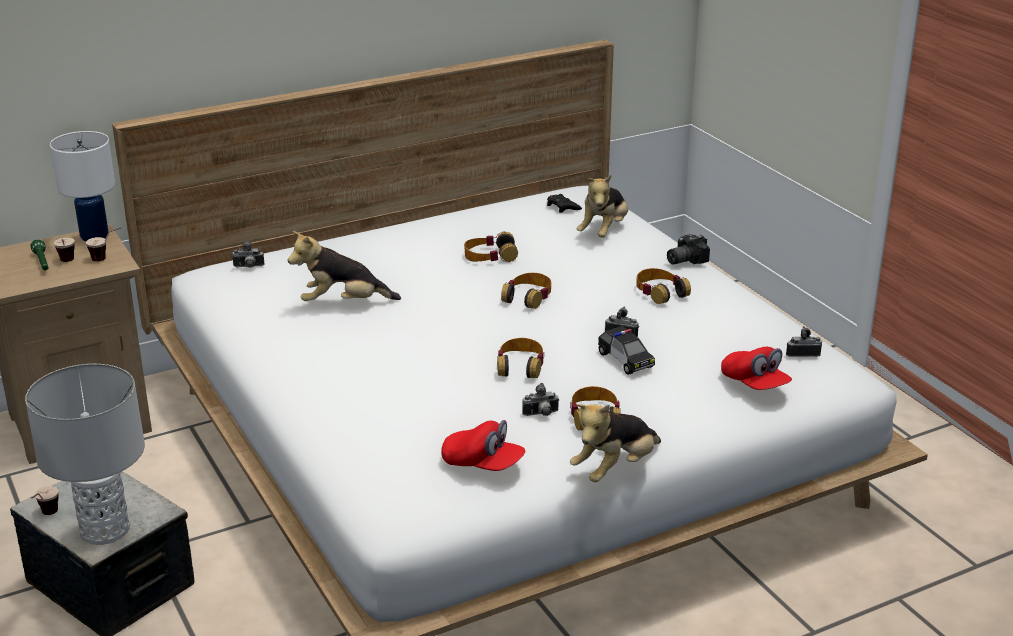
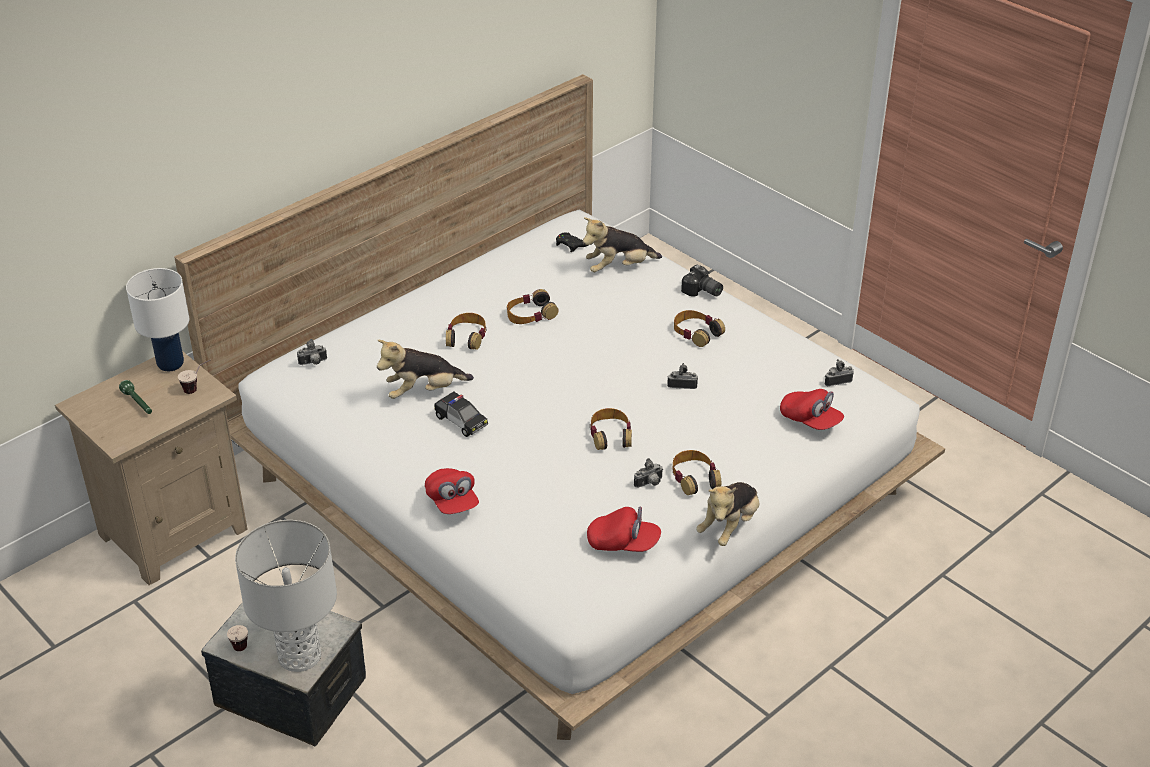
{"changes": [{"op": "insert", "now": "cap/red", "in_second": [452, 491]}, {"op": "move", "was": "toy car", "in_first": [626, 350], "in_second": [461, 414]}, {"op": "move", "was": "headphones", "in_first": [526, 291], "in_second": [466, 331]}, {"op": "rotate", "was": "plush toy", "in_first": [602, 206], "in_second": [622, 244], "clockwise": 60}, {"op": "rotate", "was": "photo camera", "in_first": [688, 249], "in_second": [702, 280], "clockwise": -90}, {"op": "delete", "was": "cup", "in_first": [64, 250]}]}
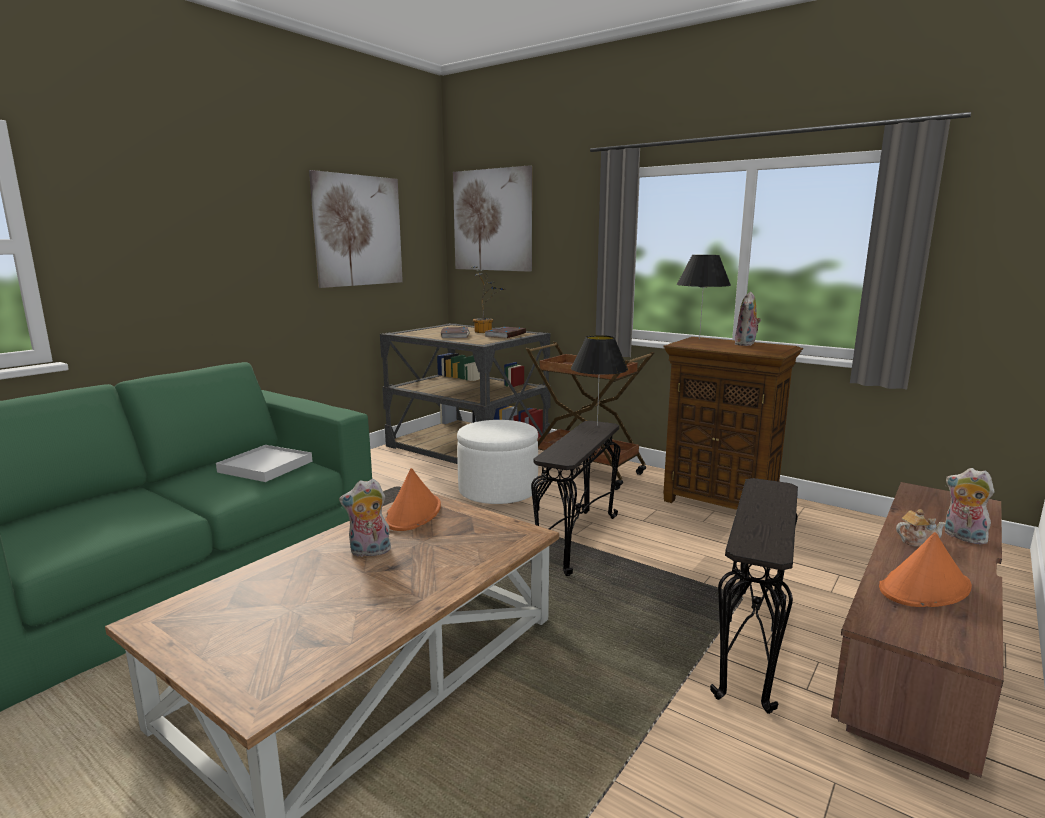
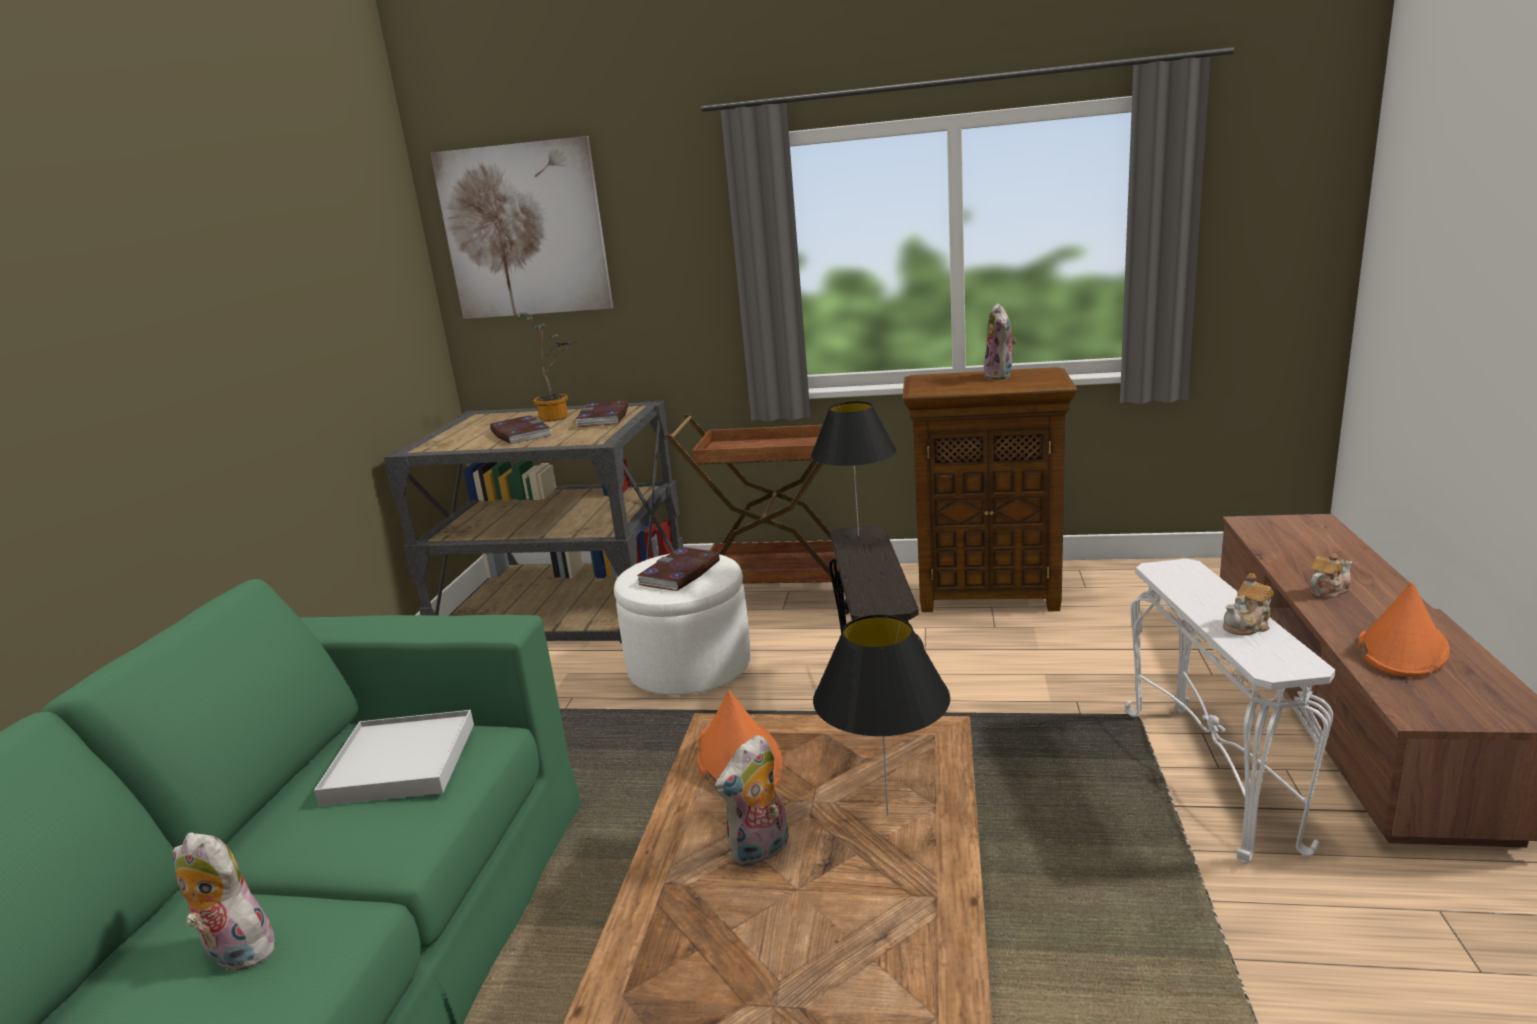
{"changes": [{"op": "move", "was": "plush toy", "in_first": [970, 506], "in_second": [224, 901]}, {"op": "insert", "now": "book", "in_second": [678, 569]}, {"op": "move", "was": "table lamp/black", "in_first": [704, 297], "in_second": [881, 715]}, {"op": "recolor", "was": "side table/black", "now": "side table/white", "in_first": [754, 596], "in_second": [1230, 711]}, {"op": "insert", "now": "teapot", "in_second": [1248, 604]}, {"op": "delete", "was": "picture", "in_first": [356, 229]}]}
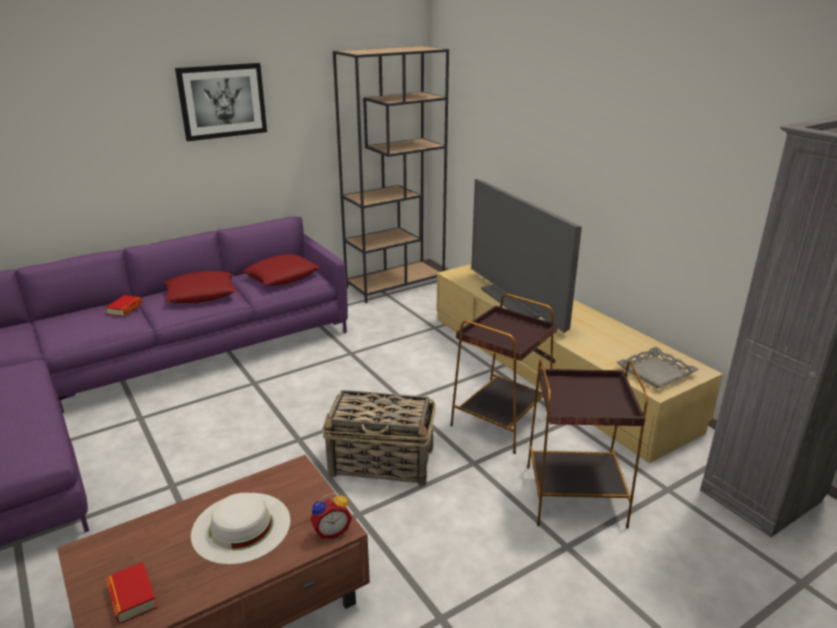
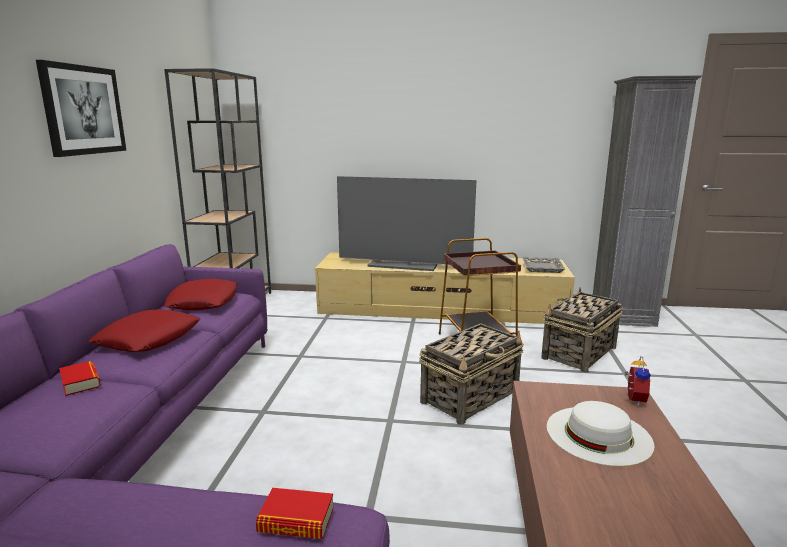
{"changes": [{"op": "move", "was": "book", "in_first": [132, 592], "in_second": [295, 513]}, {"op": "replace", "was": "side table/brown", "now": "basket", "in_first": [587, 444], "in_second": [582, 330]}]}
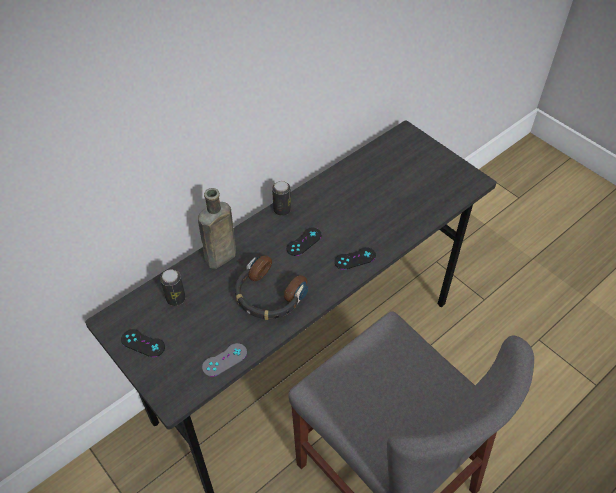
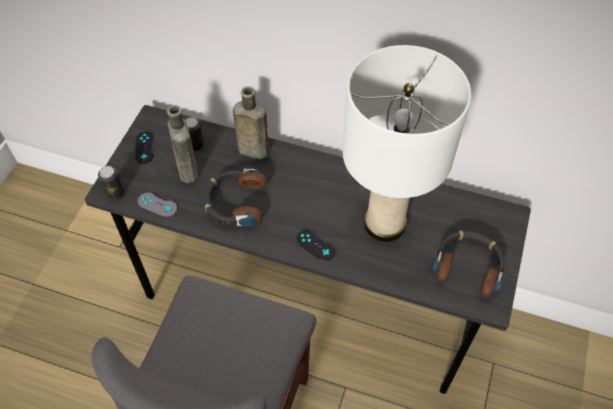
{"changes": [{"op": "move", "was": "can", "in_first": [281, 198], "in_second": [111, 183]}, {"op": "insert", "now": "bottle/brown", "in_second": [182, 144]}, {"op": "insert", "now": "table lamp/white", "in_second": [406, 143]}, {"op": "insert", "now": "headphones", "in_second": [468, 263]}, {"op": "delete", "was": "game controller/black", "in_first": [304, 242]}]}
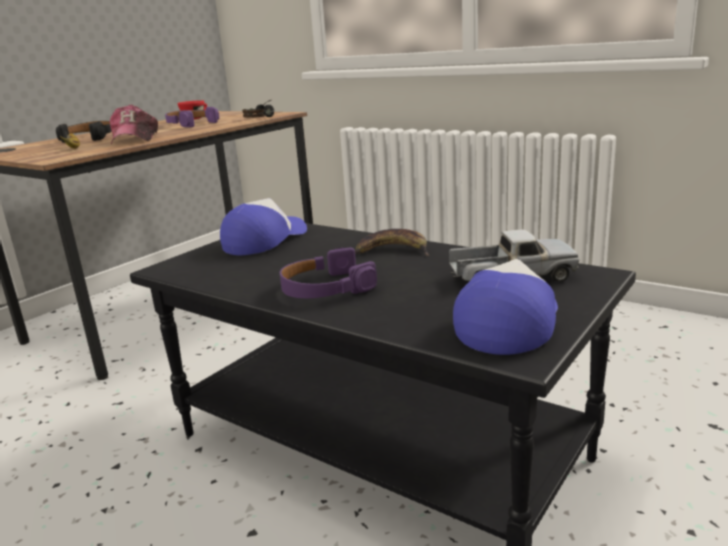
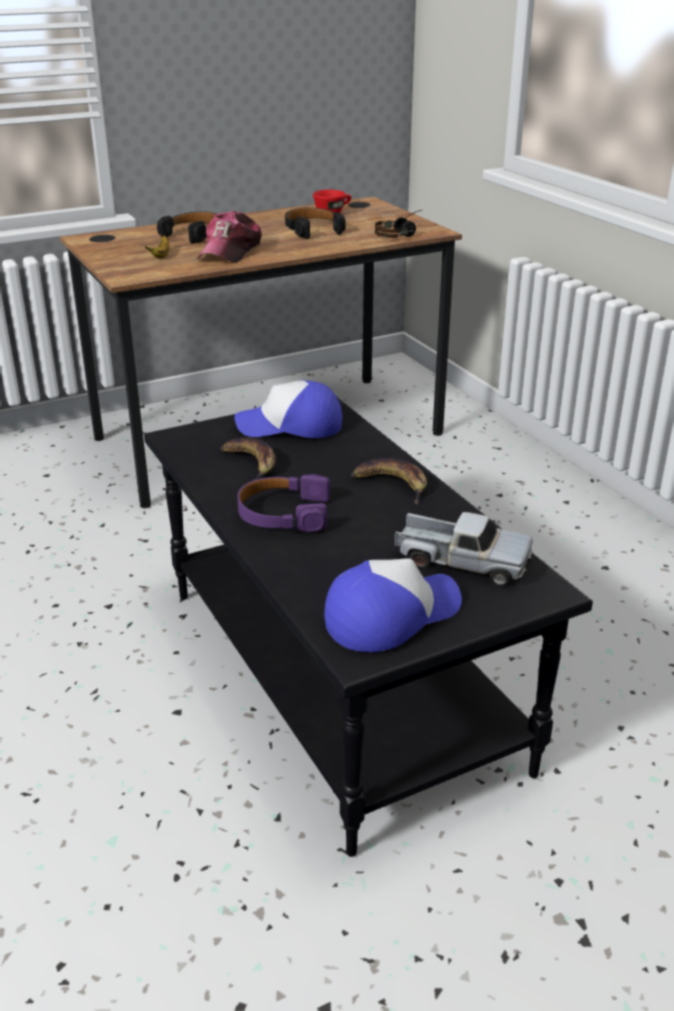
{"changes": [{"op": "insert", "now": "banana", "in_second": [248, 459]}, {"op": "rotate", "was": "cap", "in_first": [263, 226], "in_second": [288, 409], "clockwise": -150}, {"op": "recolor", "was": "headphones/purple", "now": "headphones/black", "in_first": [192, 117], "in_second": [315, 223]}]}
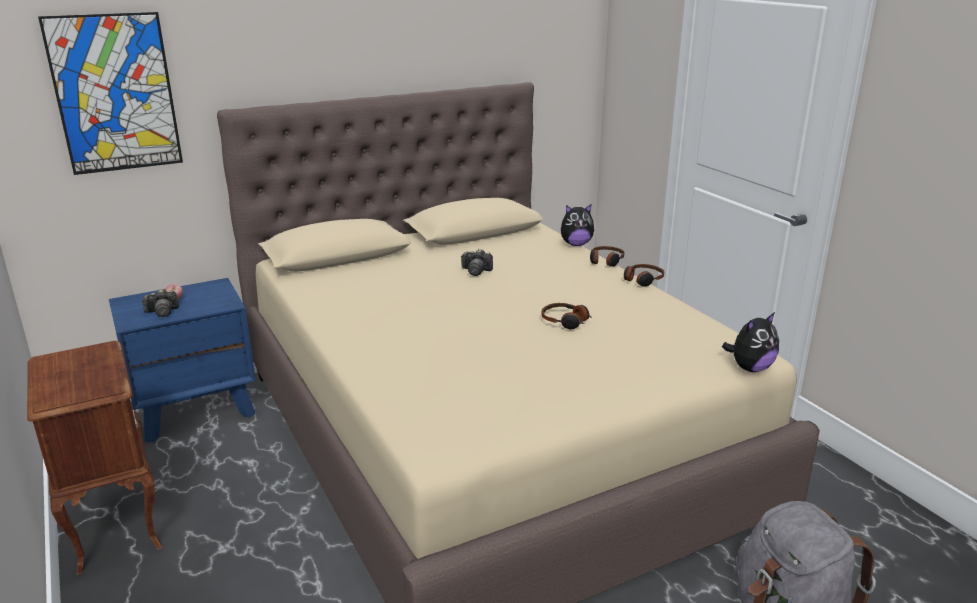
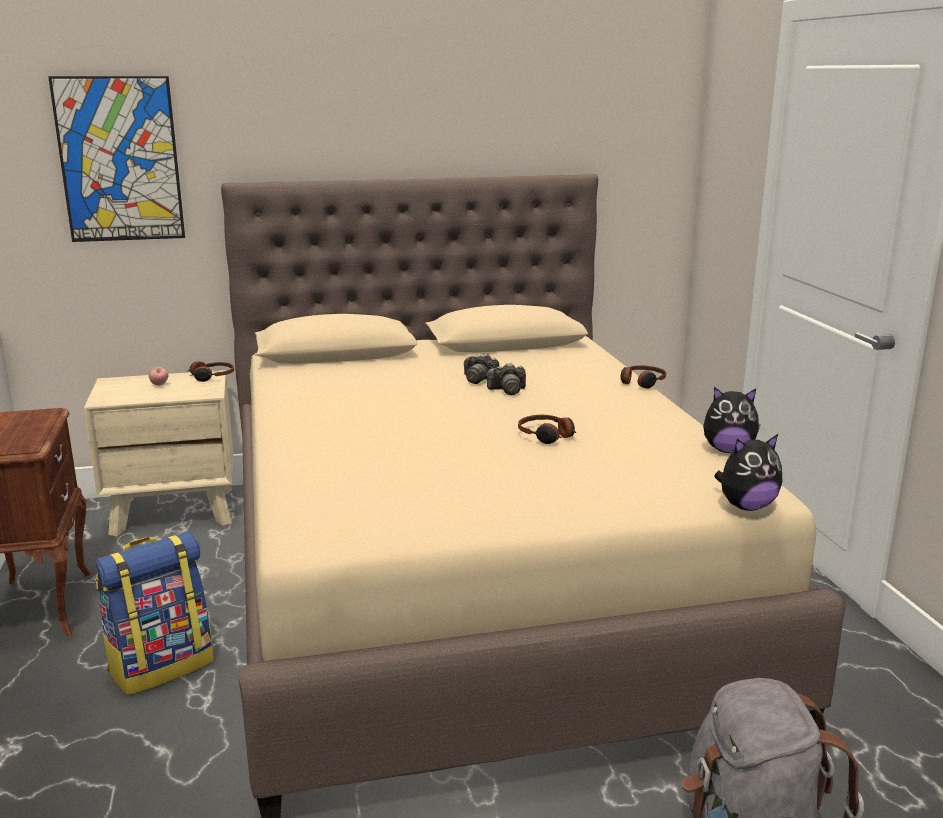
{"changes": [{"op": "recolor", "was": "nightstand/blue", "now": "nightstand/beige", "in_first": [182, 360], "in_second": [158, 453]}, {"op": "insert", "now": "backpack", "in_second": [154, 613]}, {"op": "move", "was": "headphones", "in_first": [644, 275], "in_second": [210, 371]}, {"op": "move", "was": "photo camera", "in_first": [160, 303], "in_second": [506, 379]}, {"op": "move", "was": "plush toy", "in_first": [577, 225], "in_second": [732, 420]}]}
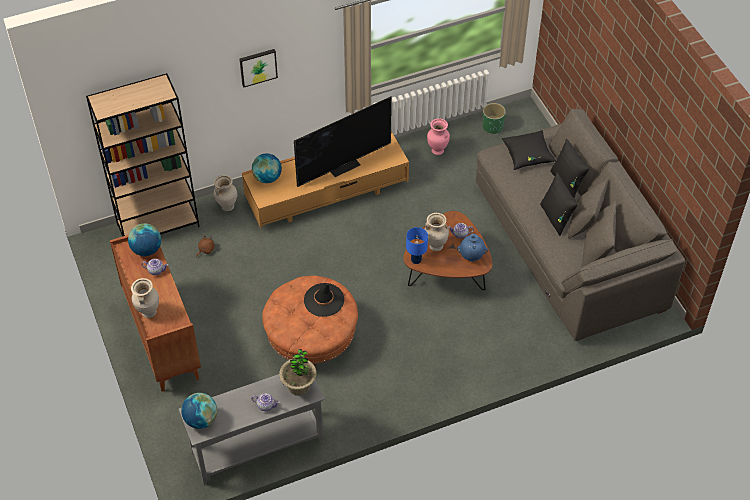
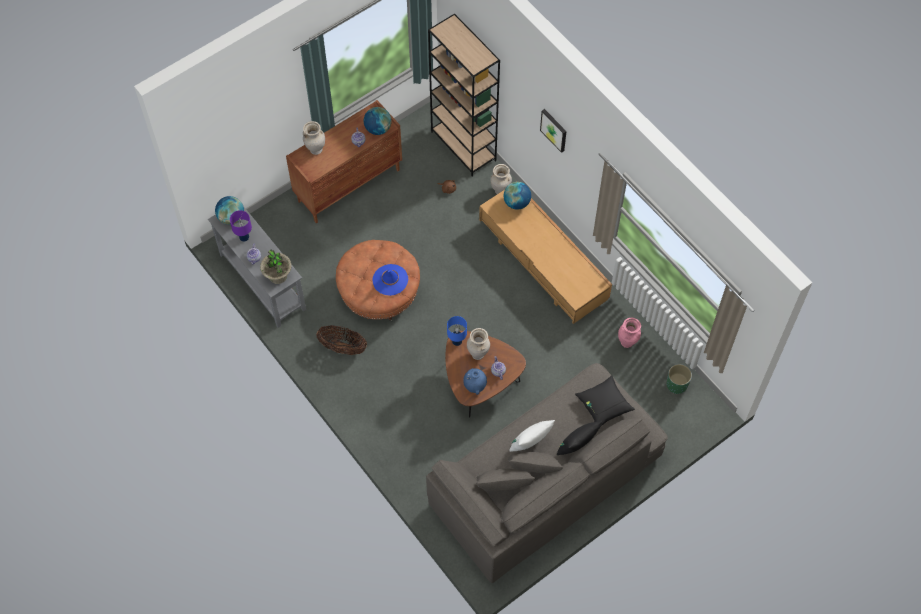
{"changes": [{"op": "insert", "now": "table lamp/purple", "in_second": [241, 226]}, {"op": "insert", "now": "basket", "in_second": [341, 340]}, {"op": "recolor", "was": "hat/black", "now": "hat/blue", "in_first": [324, 300], "in_second": [390, 280]}, {"op": "recolor", "was": "pillow/black", "now": "pillow/white", "in_first": [559, 204], "in_second": [532, 436]}, {"op": "delete", "was": "television", "in_first": [343, 141]}]}
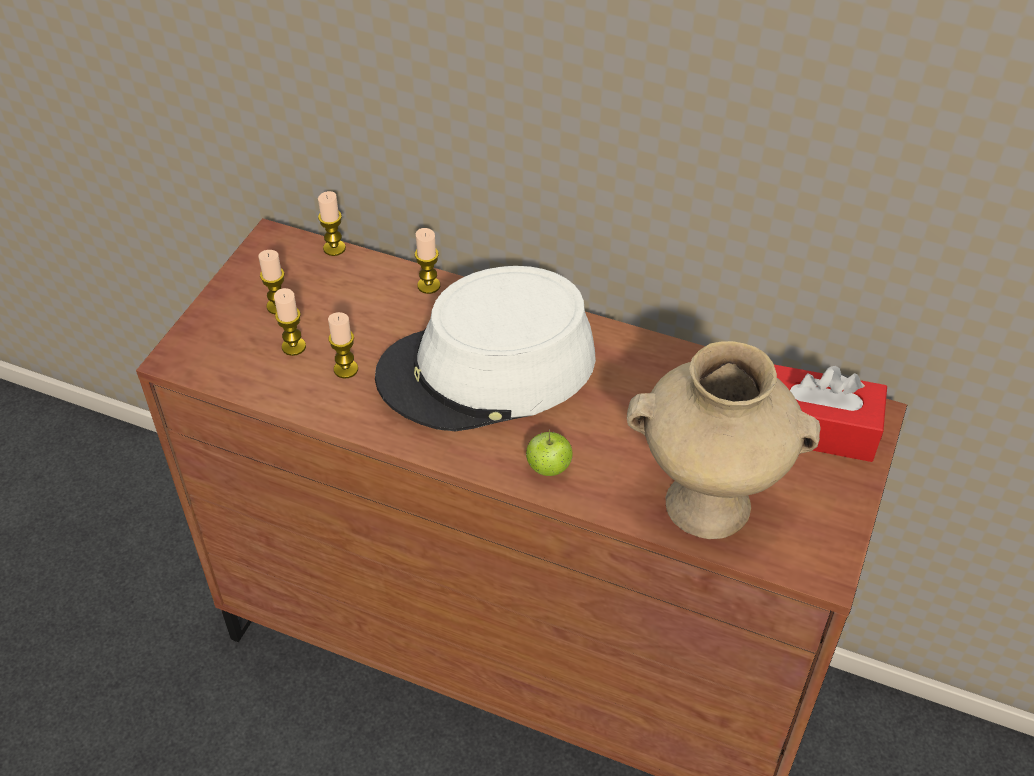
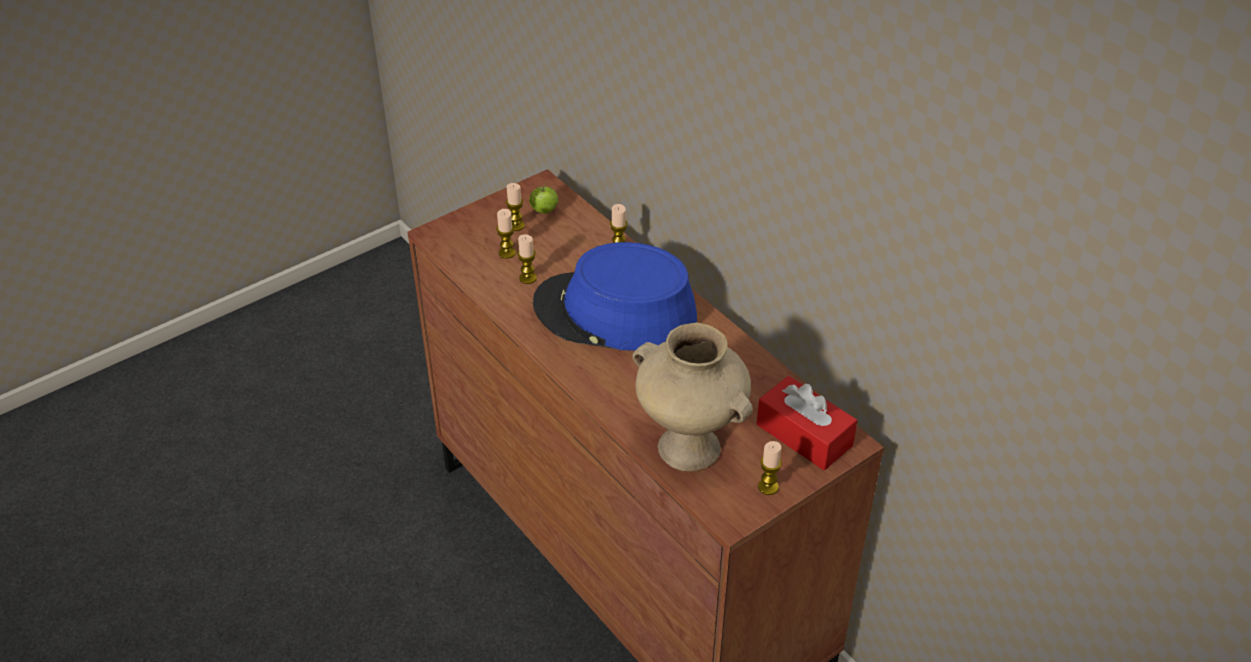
{"changes": [{"op": "move", "was": "apple", "in_first": [549, 452], "in_second": [543, 198]}, {"op": "recolor", "was": "hat/white", "now": "hat/blue", "in_first": [485, 348], "in_second": [615, 296]}, {"op": "move", "was": "candle", "in_first": [332, 223], "in_second": [770, 468]}]}
